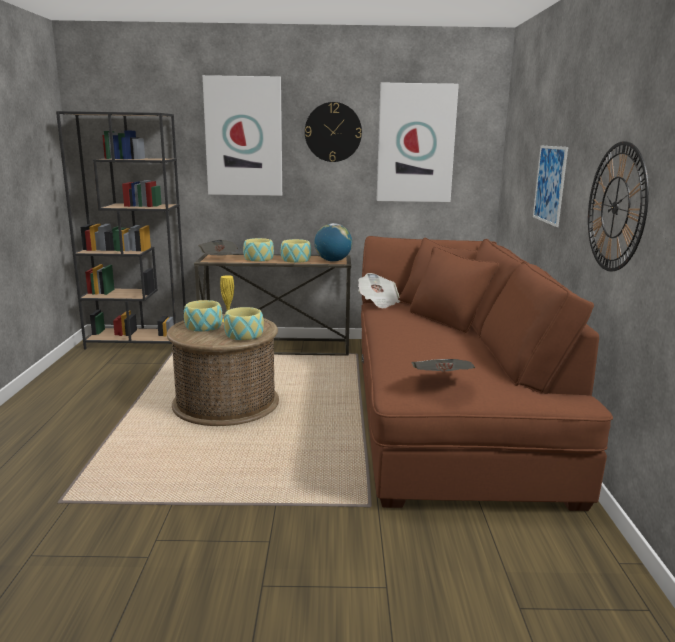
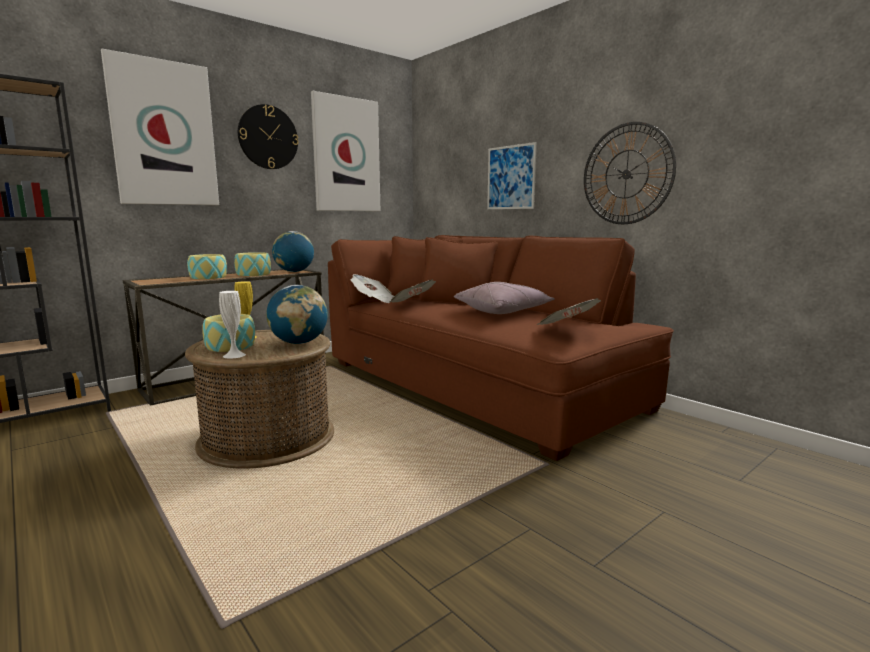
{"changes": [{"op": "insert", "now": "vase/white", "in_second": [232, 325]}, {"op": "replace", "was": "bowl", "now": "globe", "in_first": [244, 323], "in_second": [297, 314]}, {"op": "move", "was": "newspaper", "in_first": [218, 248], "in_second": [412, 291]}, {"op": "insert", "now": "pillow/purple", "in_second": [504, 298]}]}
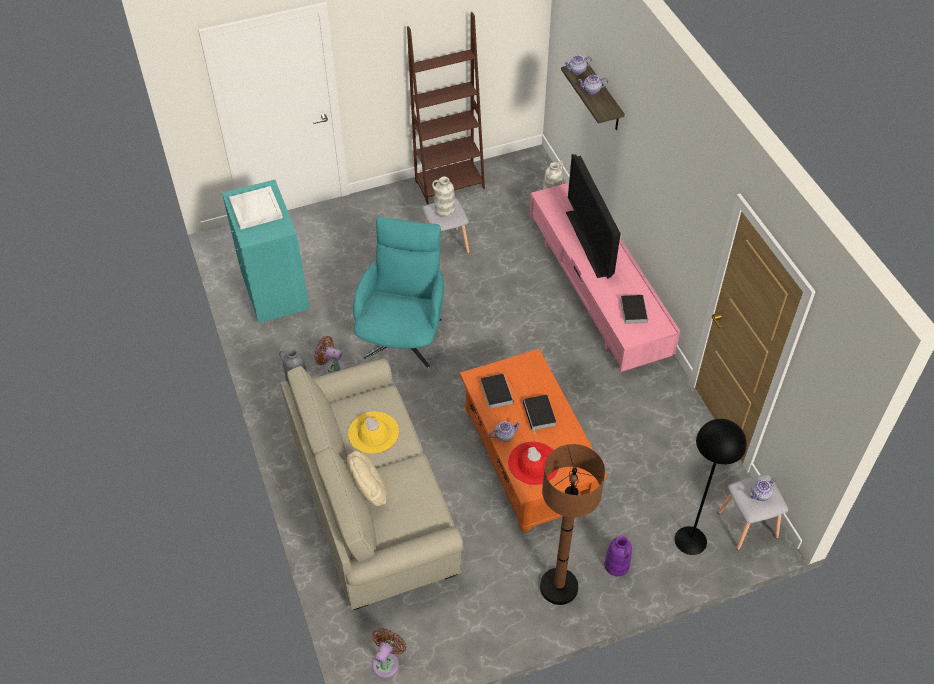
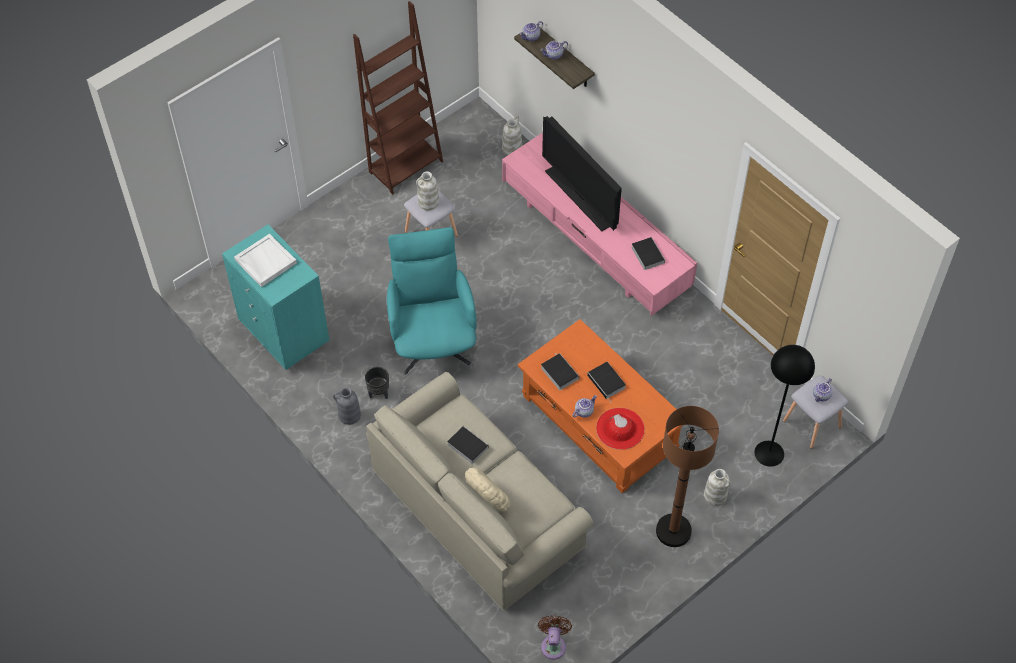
{"changes": [{"op": "replace", "was": "fan/brown", "now": "planter/black", "in_first": [330, 355], "in_second": [377, 383]}, {"op": "replace", "was": "hat/yellow", "now": "book", "in_first": [373, 433], "in_second": [468, 445]}, {"op": "recolor", "was": "vase/purple", "now": "vase/white", "in_first": [618, 556], "in_second": [717, 487]}]}
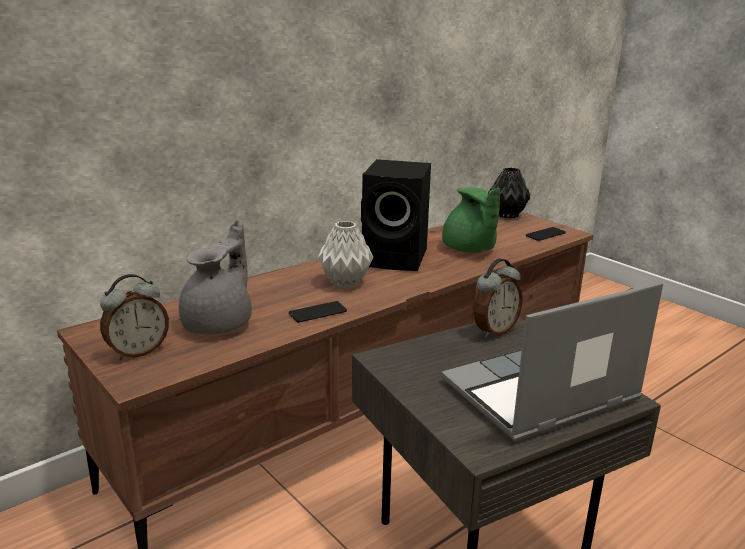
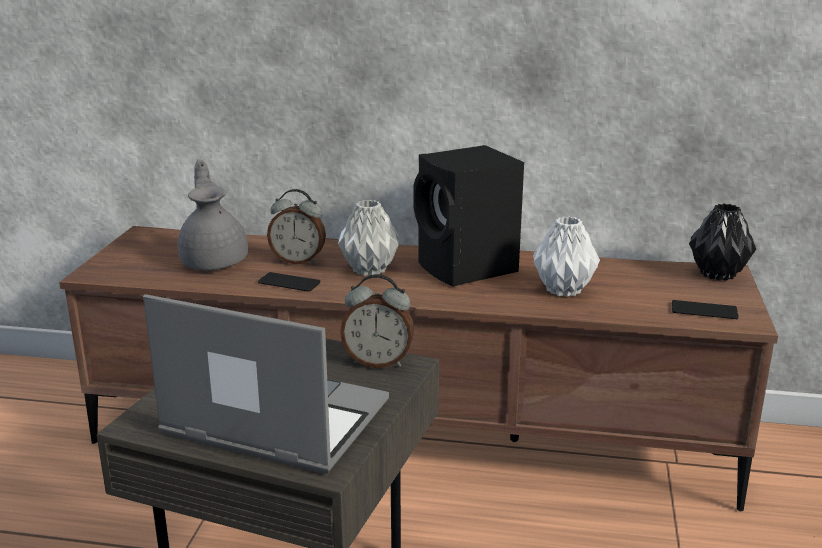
{"changes": [{"op": "rotate", "was": "teapot/grey", "in_first": [215, 276], "in_second": [213, 215], "clockwise": -90}, {"op": "move", "was": "alarm clock", "in_first": [134, 317], "in_second": [296, 226]}, {"op": "replace", "was": "teapot/green", "now": "vase/white", "in_first": [471, 220], "in_second": [566, 256]}]}
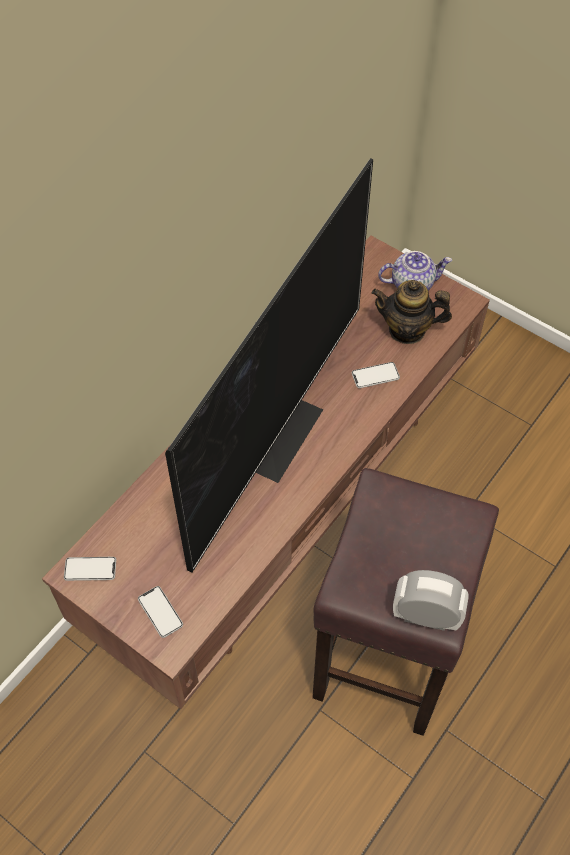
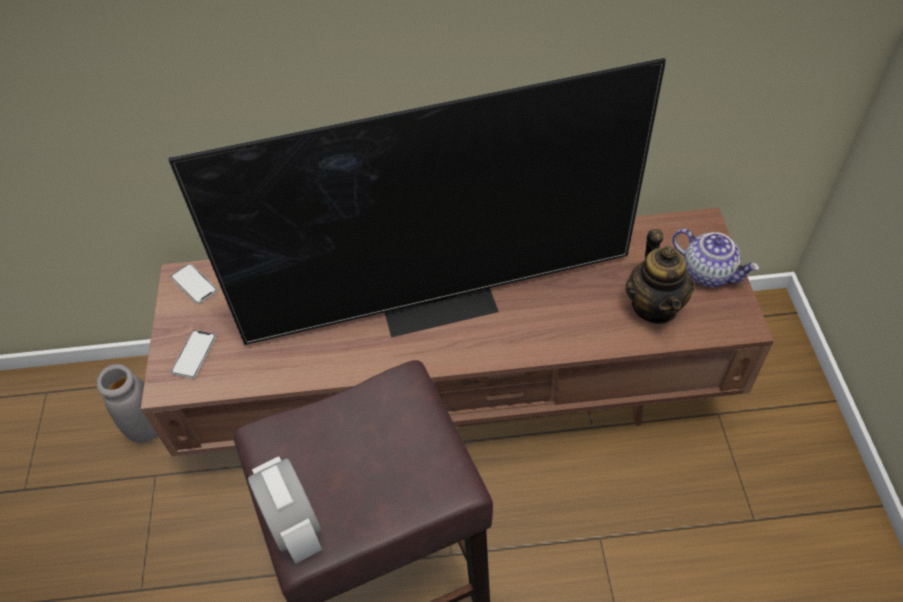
{"changes": [{"op": "insert", "now": "vase/grey", "in_second": [127, 403]}, {"op": "rotate", "was": "teapot", "in_first": [412, 312], "in_second": [660, 276], "clockwise": -150}, {"op": "delete", "was": "phone", "in_first": [376, 375]}]}
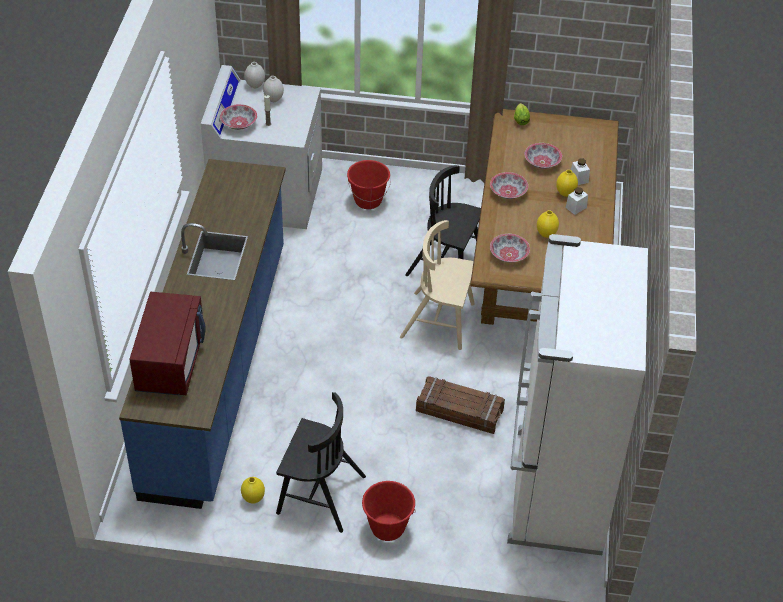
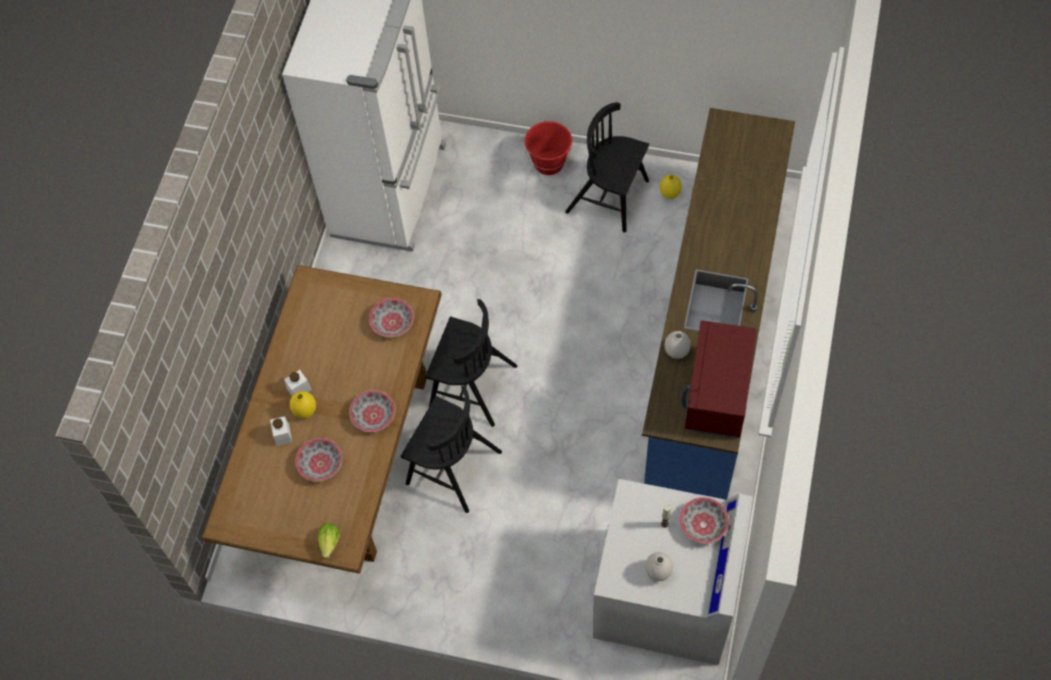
{"changes": [{"op": "recolor", "was": "chair/beige", "now": "chair/black", "in_first": [437, 285], "in_second": [471, 363]}, {"op": "move", "was": "vase/white", "in_first": [255, 75], "in_second": [677, 345]}, {"op": "move", "was": "microwave/red", "in_first": [167, 343], "in_second": [719, 379]}, {"op": "delete", "was": "bucket/red", "in_first": [369, 184]}, {"op": "delete", "was": "crate", "in_first": [460, 405]}, {"op": "delete", "was": "vase/yellow", "in_first": [548, 224]}]}
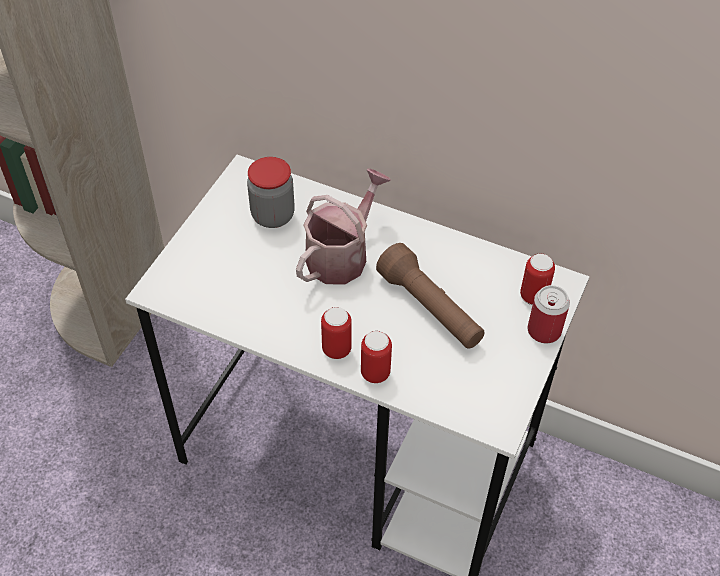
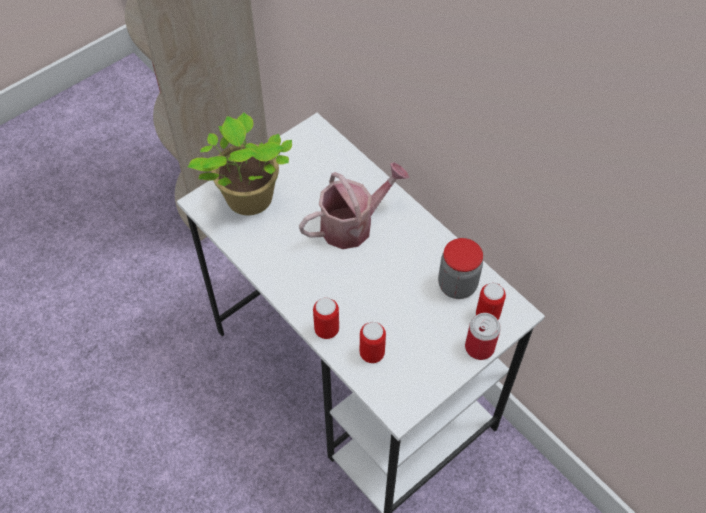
{"changes": [{"op": "insert", "now": "potted plant", "in_second": [240, 164]}, {"op": "move", "was": "can", "in_first": [336, 333], "in_second": [373, 342]}, {"op": "move", "was": "jar", "in_first": [271, 192], "in_second": [460, 268]}, {"op": "delete", "was": "flashlight/brown", "in_first": [430, 296]}]}
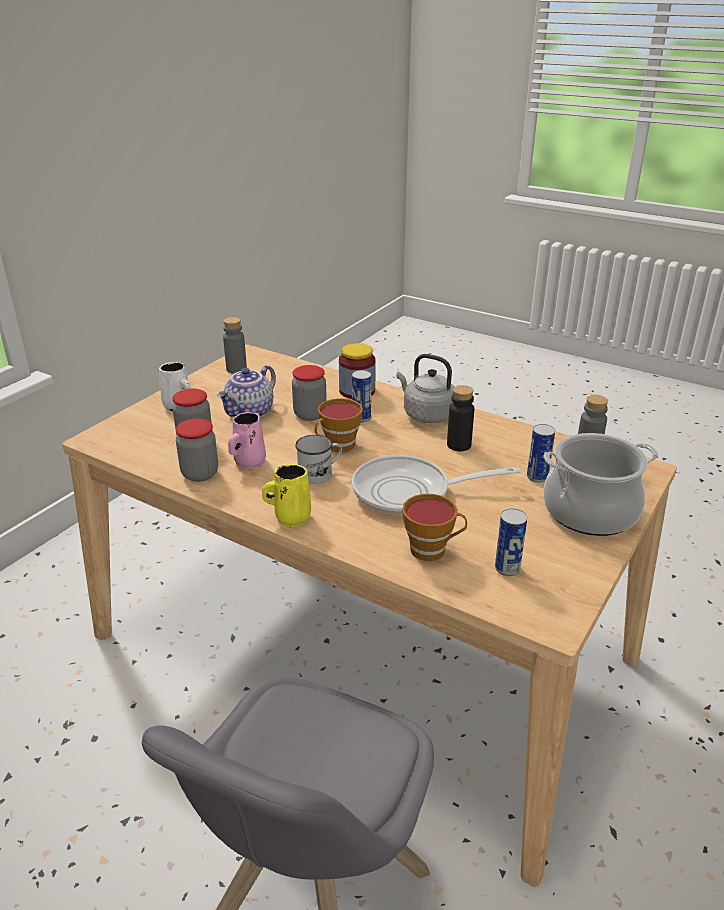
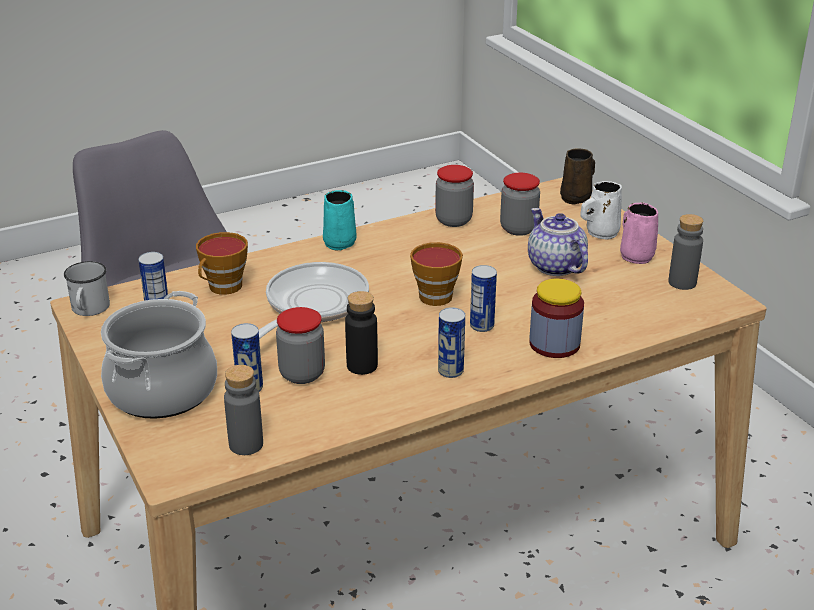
{"changes": [{"op": "move", "was": "mug/white", "in_first": [318, 459], "in_second": [87, 288]}, {"op": "move", "was": "jar", "in_first": [309, 393], "in_second": [300, 345]}, {"op": "recolor", "was": "mug/yellow", "now": "mug/turquoise", "in_first": [286, 496], "in_second": [339, 220]}, {"op": "replace", "was": "kettle/grey", "now": "can", "in_first": [425, 388], "in_second": [451, 342]}, {"op": "insert", "now": "mug/brown", "in_second": [577, 176]}, {"op": "move", "was": "mug/pink", "in_first": [247, 440], "in_second": [639, 233]}]}
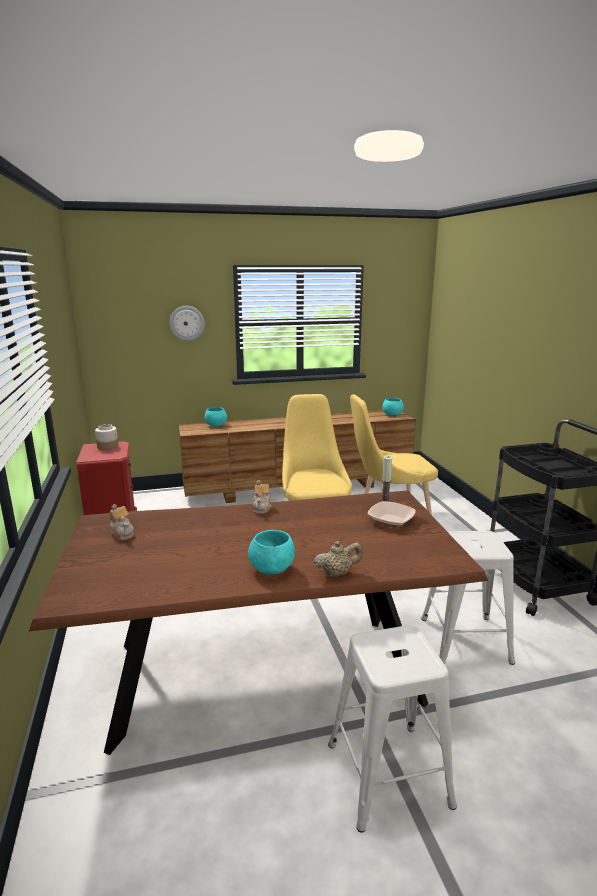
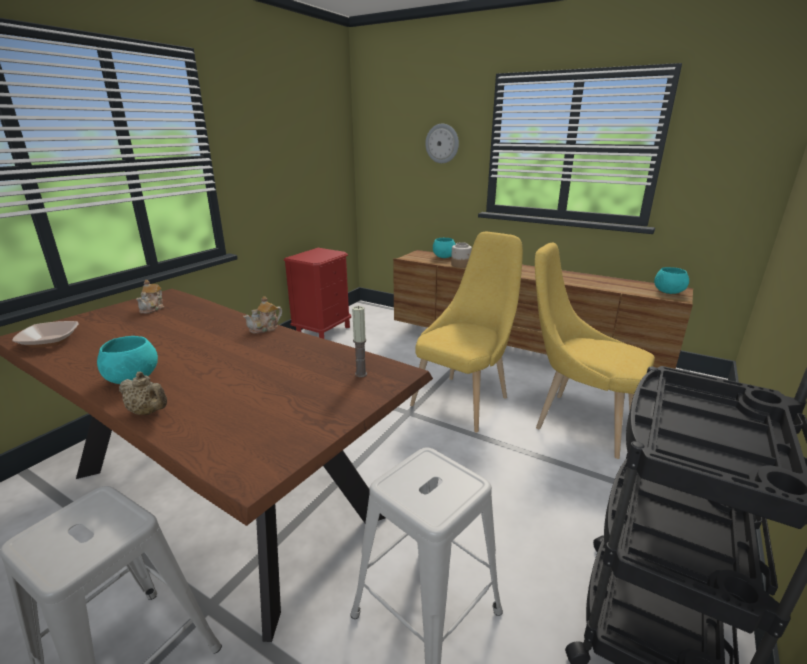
{"changes": [{"op": "move", "was": "bowl", "in_first": [392, 514], "in_second": [45, 334]}, {"op": "move", "was": "jar", "in_first": [106, 437], "in_second": [461, 255]}]}
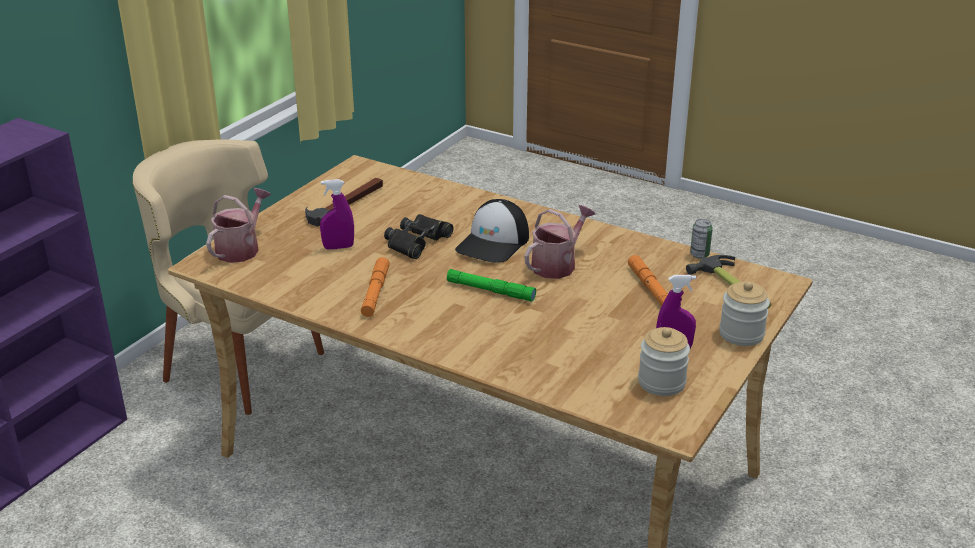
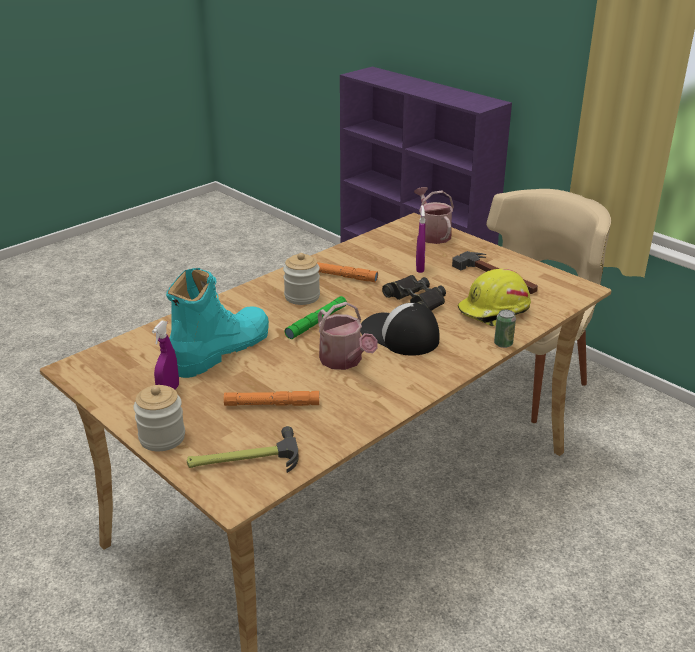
{"changes": [{"op": "insert", "now": "boot/turquoise", "in_second": [217, 323]}, {"op": "move", "was": "jar", "in_first": [664, 361], "in_second": [301, 279]}, {"op": "rotate", "was": "watering can", "in_first": [238, 225], "in_second": [434, 215], "clockwise": -150}, {"op": "insert", "now": "hard hat/yellow", "in_second": [494, 297]}, {"op": "move", "was": "can", "in_first": [701, 239], "in_second": [505, 329]}]}
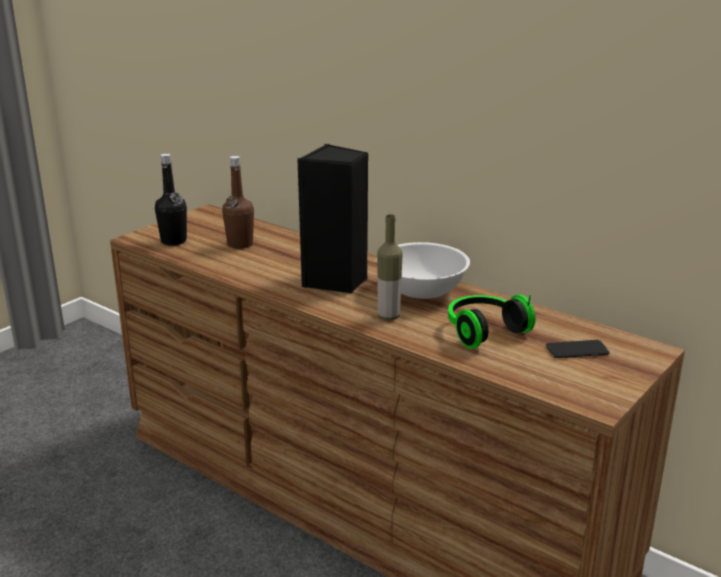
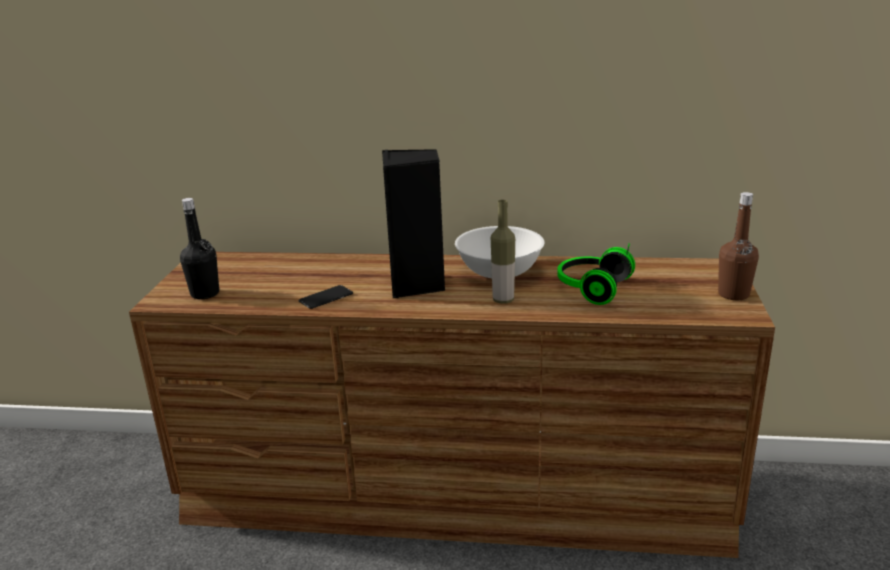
{"changes": [{"op": "move", "was": "phone", "in_first": [577, 349], "in_second": [326, 297]}, {"op": "move", "was": "bottle/brown", "in_first": [238, 202], "in_second": [738, 246]}]}
